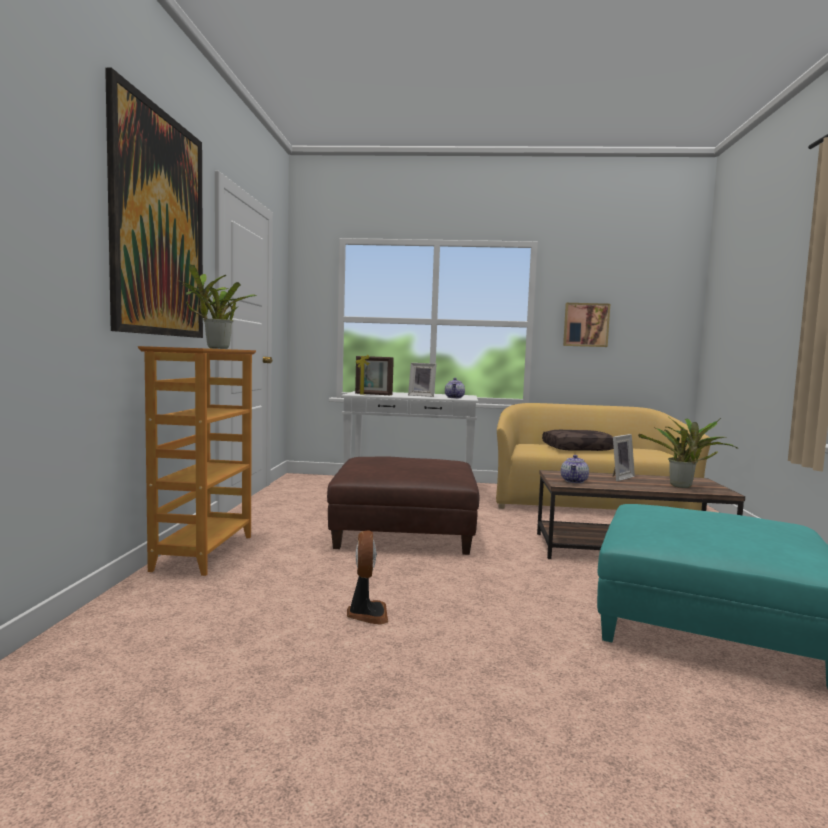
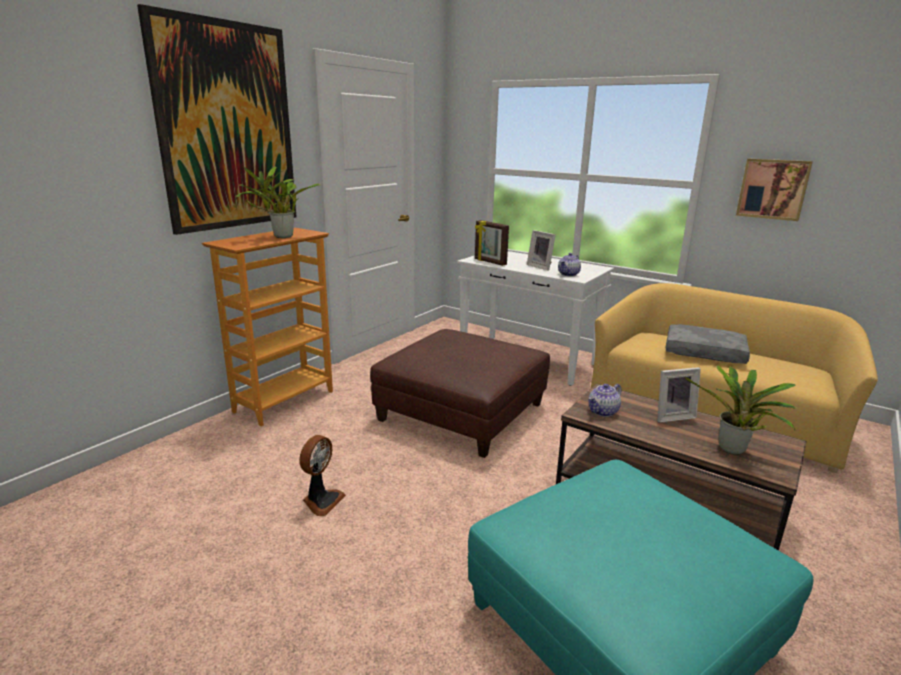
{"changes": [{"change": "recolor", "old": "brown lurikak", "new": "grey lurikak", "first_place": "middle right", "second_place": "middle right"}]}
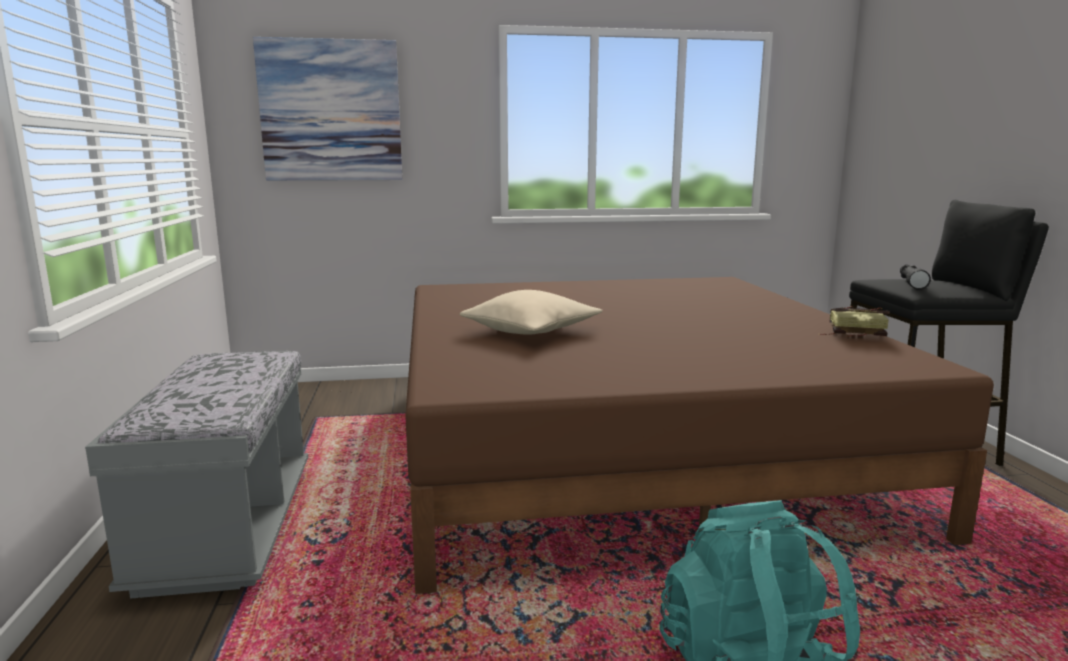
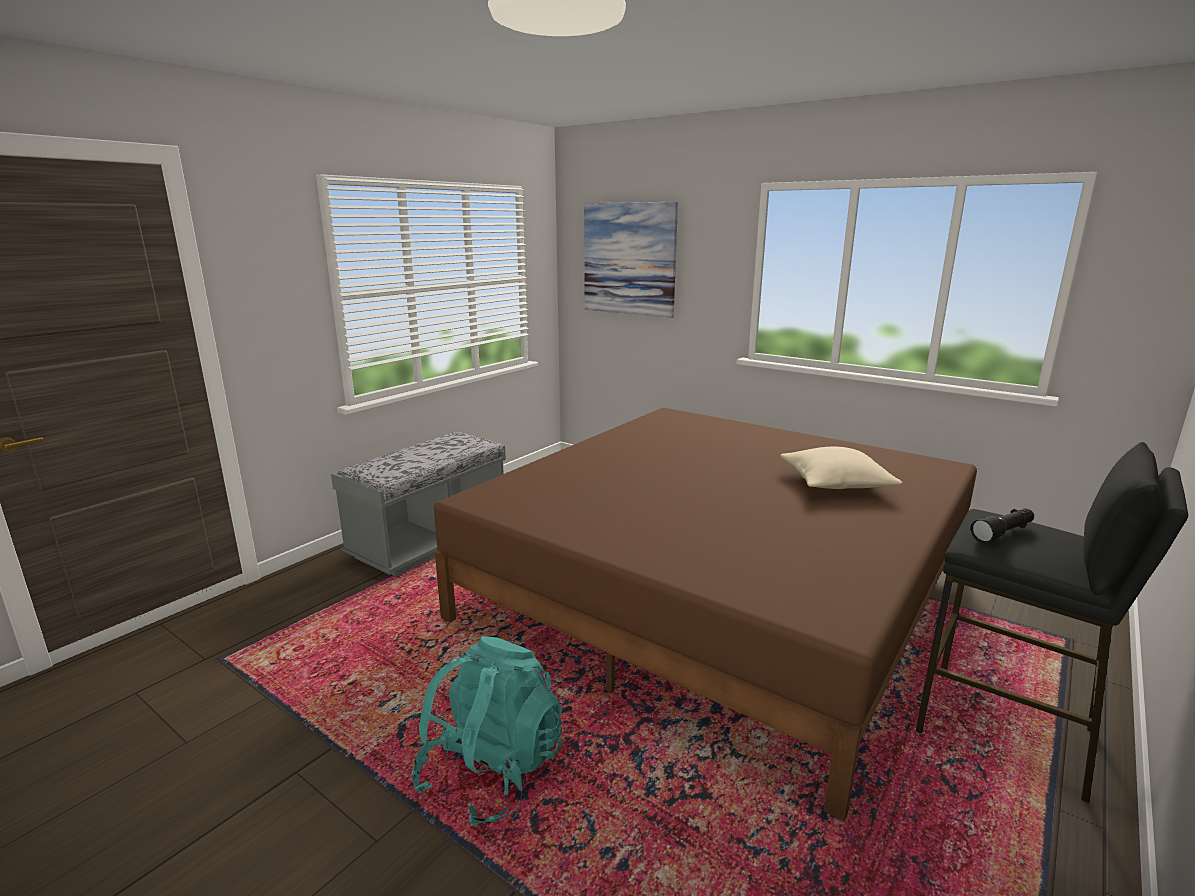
{"changes": [{"change": "move", "old": "beige lurikak", "first_place": "centre", "second_place": "middle right"}, {"change": "delete", "old": "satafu", "first_place": "middle right"}]}
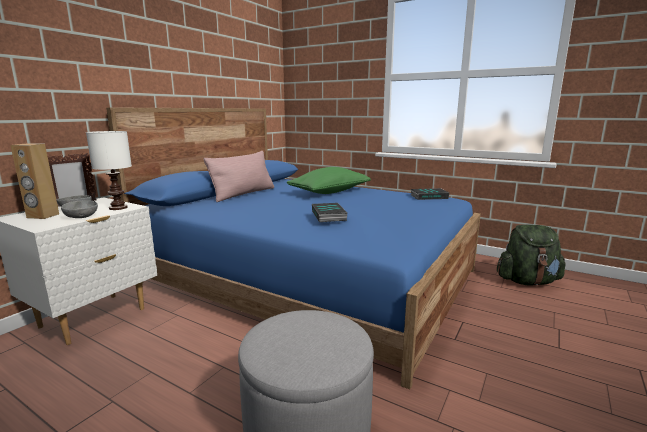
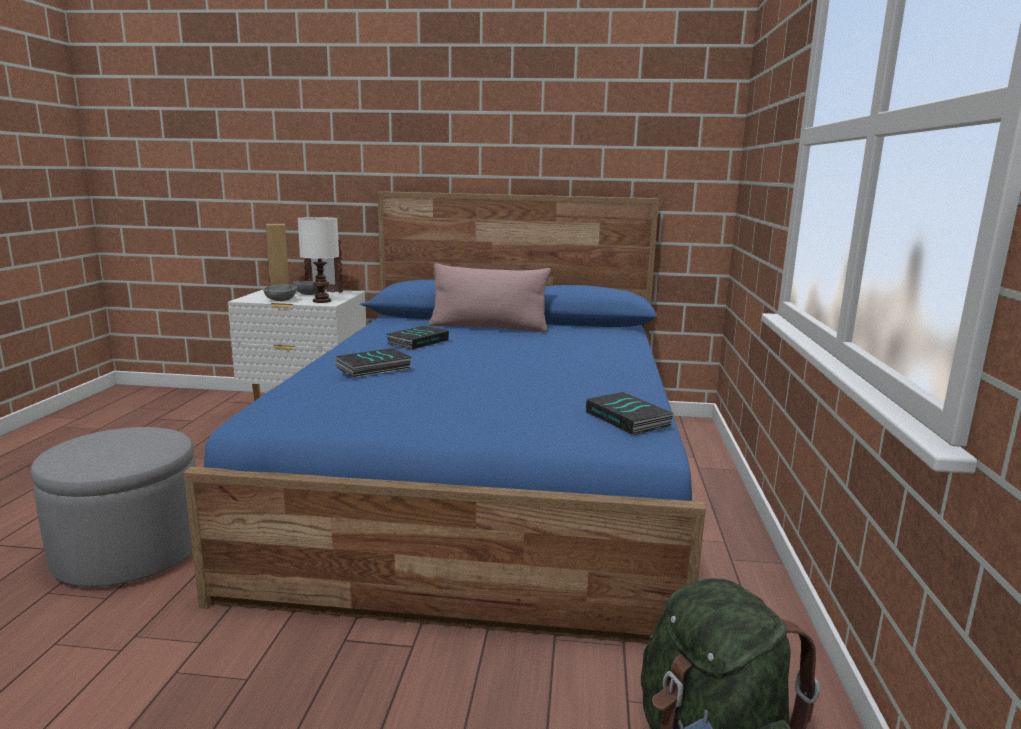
{"changes": [{"change": "delete", "old": "green lurikak", "first_place": "centre"}, {"change": "insert", "new": "satafu (2nd from left)", "second_place": "centre"}]}
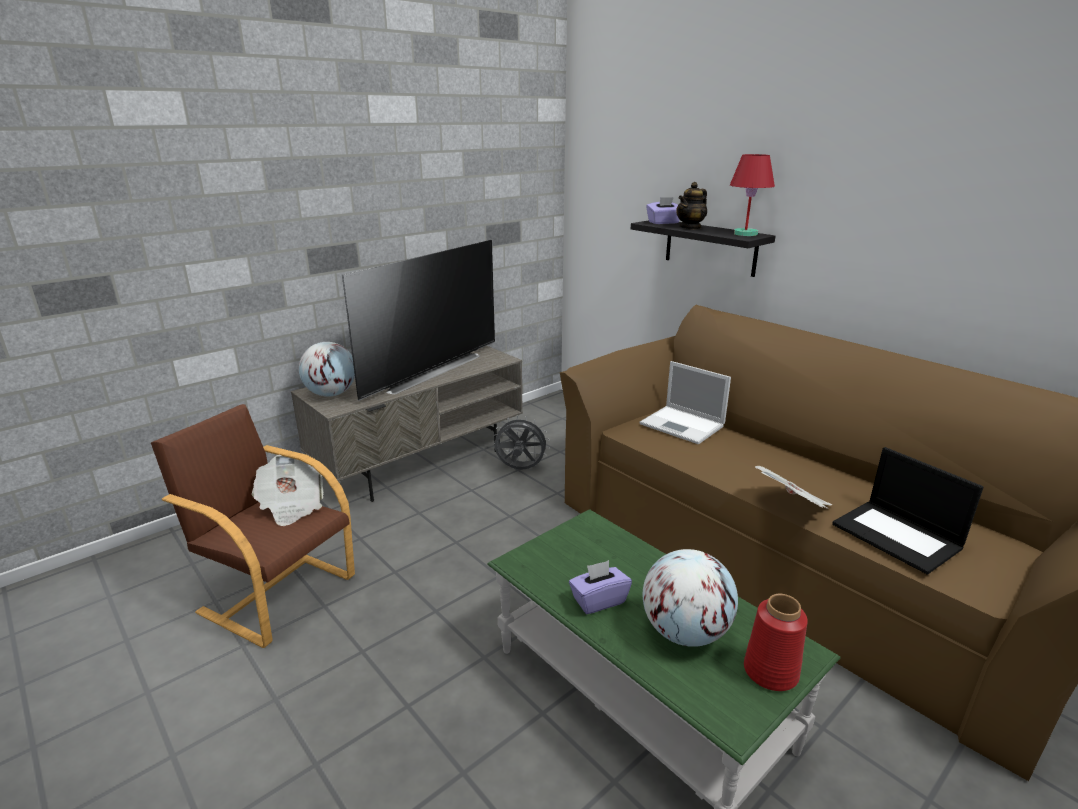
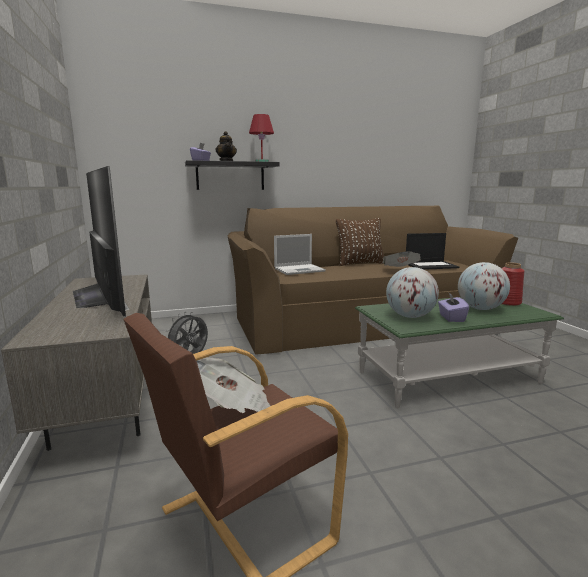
{"changes": [{"change": "move", "old": "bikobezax (1st from left)", "first_place": "middle left", "second_place": "middle right"}, {"change": "insert", "new": "brown lurikak", "second_place": "centre"}]}
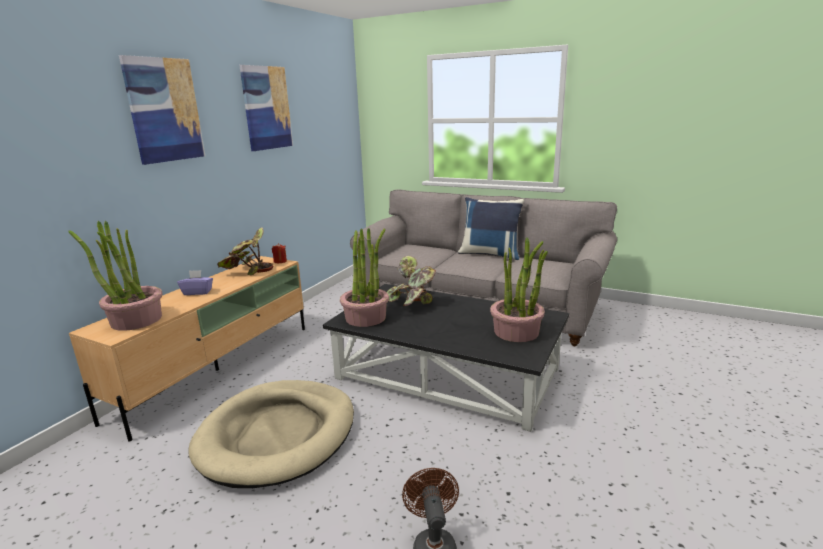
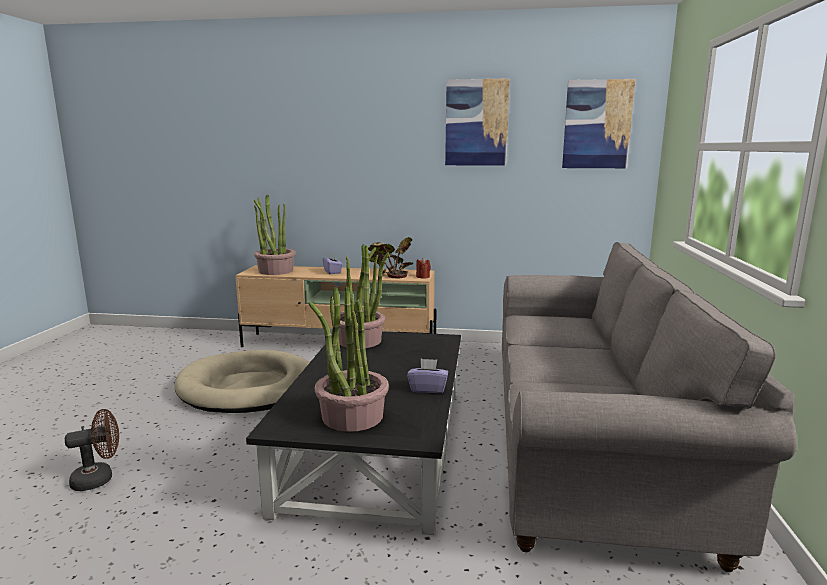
{"changes": [{"change": "move", "old": "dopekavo (1st from left in the first image)", "new": "dopekavo (2nd from left)", "first_place": "top left", "second_place": "top right"}, {"change": "delete", "old": "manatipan (4th from left)", "first_place": "centre"}, {"change": "delete", "old": "blue lurikak", "first_place": "centre"}, {"change": "insert", "new": "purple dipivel (2nd from left)", "second_place": "centre"}]}
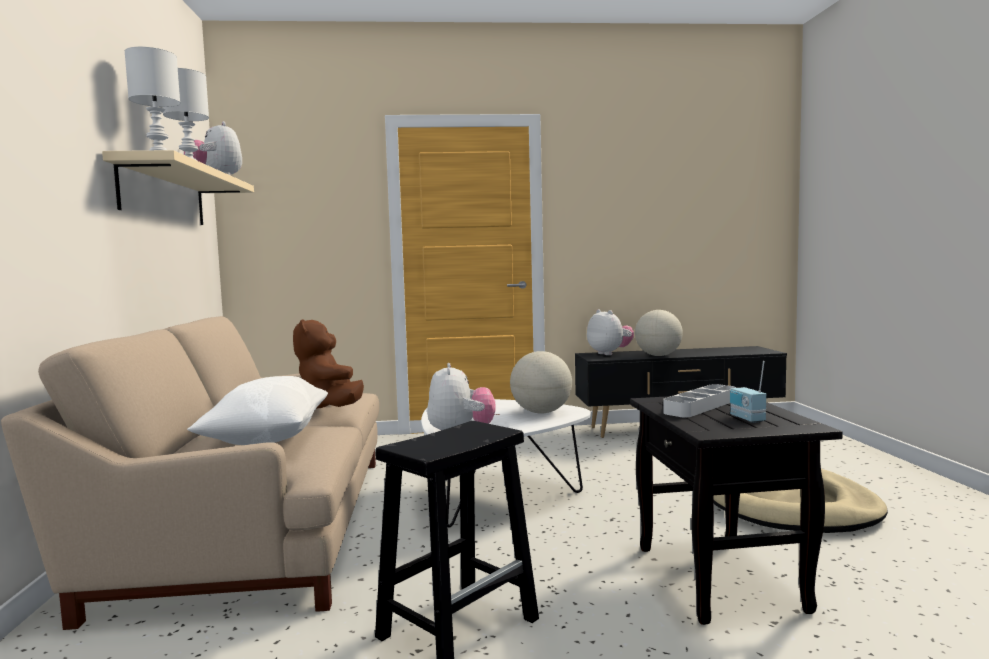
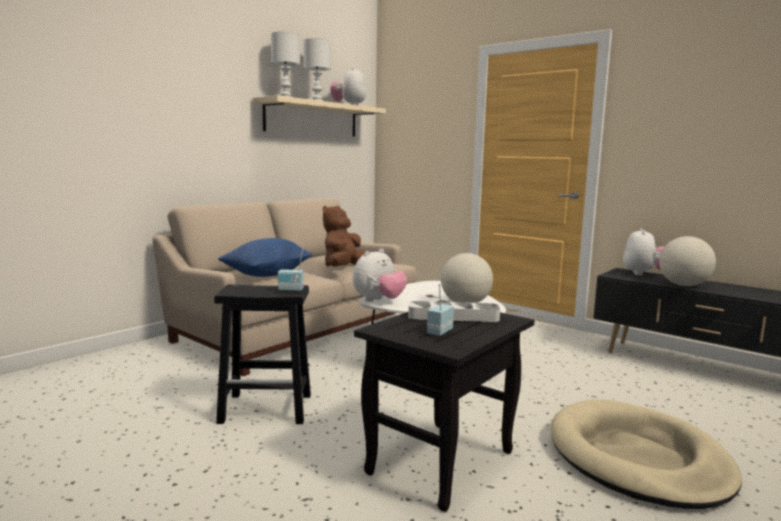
{"changes": [{"change": "recolor", "old": "white lurikak", "new": "blue lurikak", "first_place": "middle left", "second_place": "centre"}, {"change": "insert", "new": "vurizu (1st from left)", "second_place": "centre"}]}
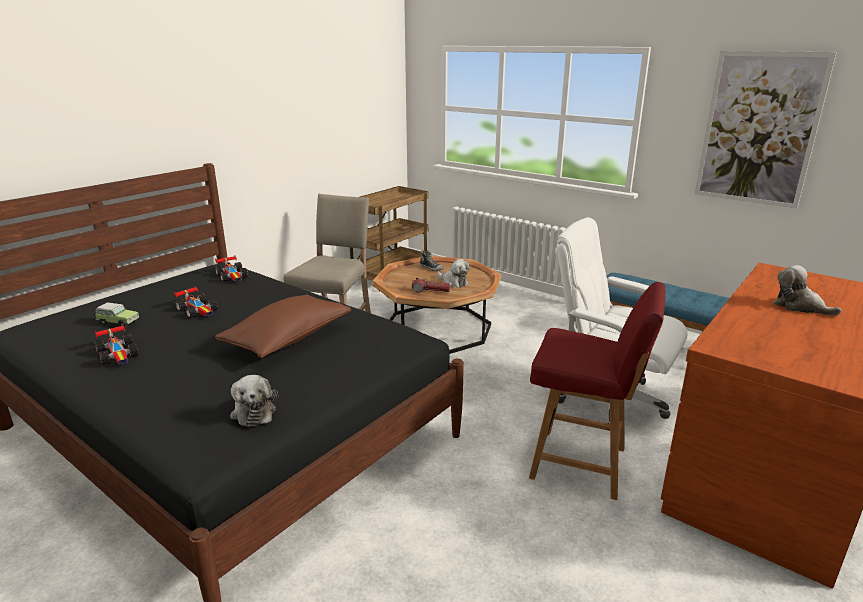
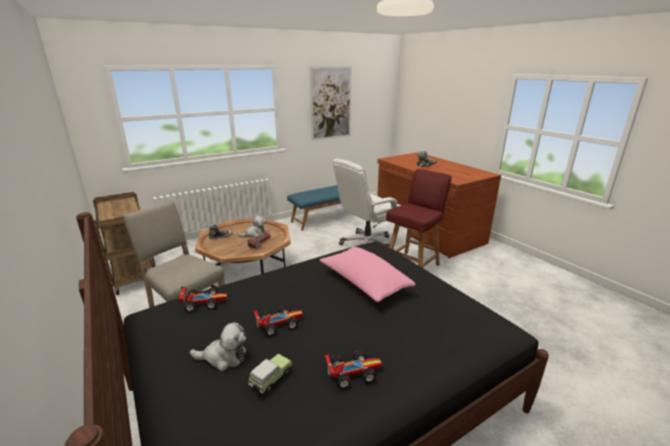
{"changes": [{"change": "recolor", "old": "brown lurikak", "new": "pink lurikak", "first_place": "middle left", "second_place": "centre"}, {"change": "move", "old": "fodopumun (1st from left)", "first_place": "middle left", "second_place": "bottom left"}]}
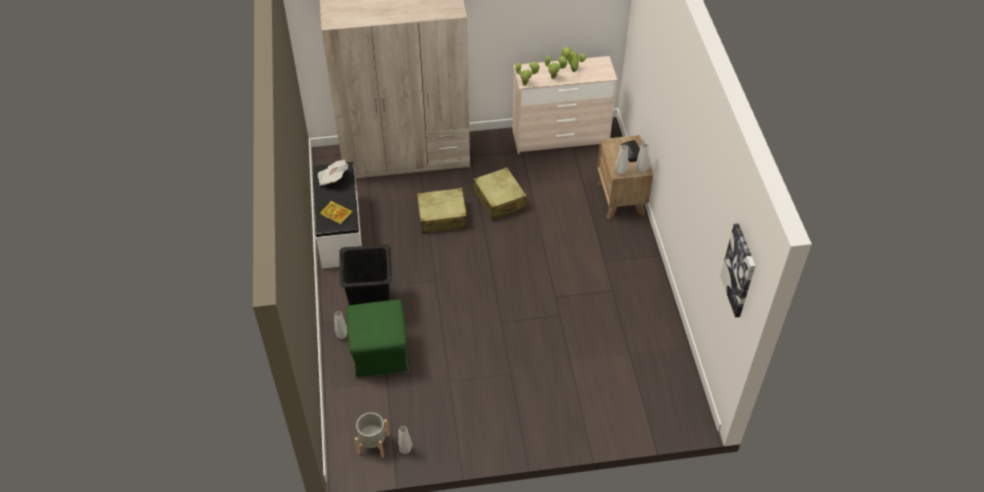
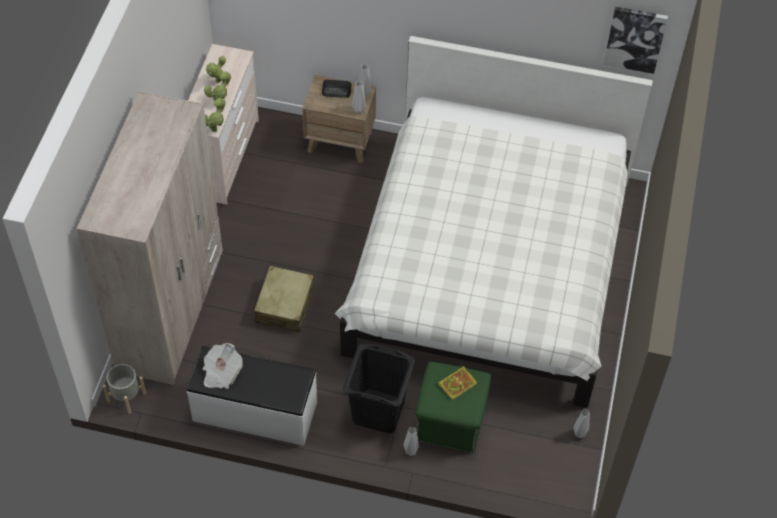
{"changes": [{"change": "move", "old": "satafu", "first_place": "centre", "second_place": "bottom centre"}, {"change": "move", "old": "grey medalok", "first_place": "bottom centre", "second_place": "bottom left"}, {"change": "delete", "old": "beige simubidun (2nd from left)", "first_place": "centre"}, {"change": "insert", "new": "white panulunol", "second_place": "centre"}]}
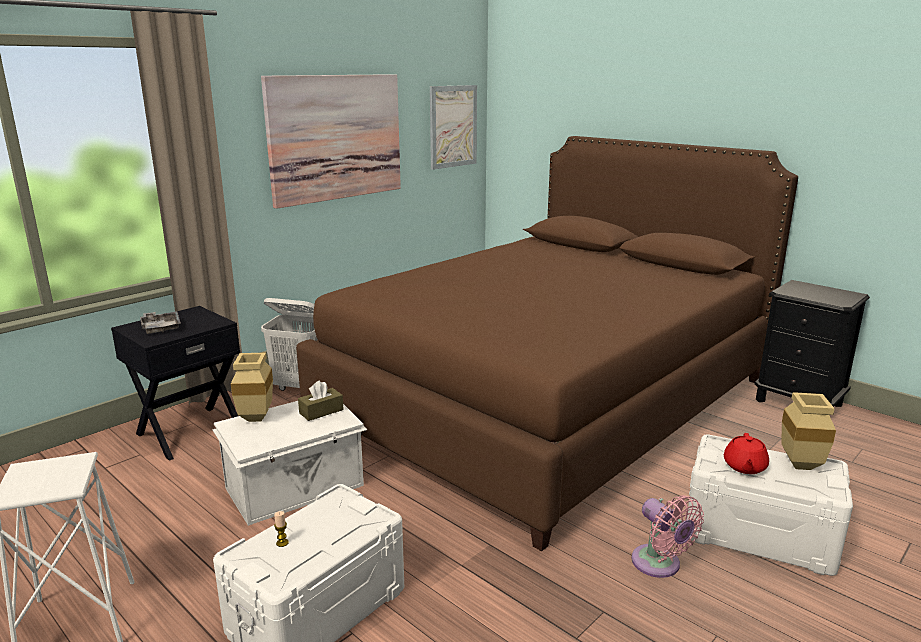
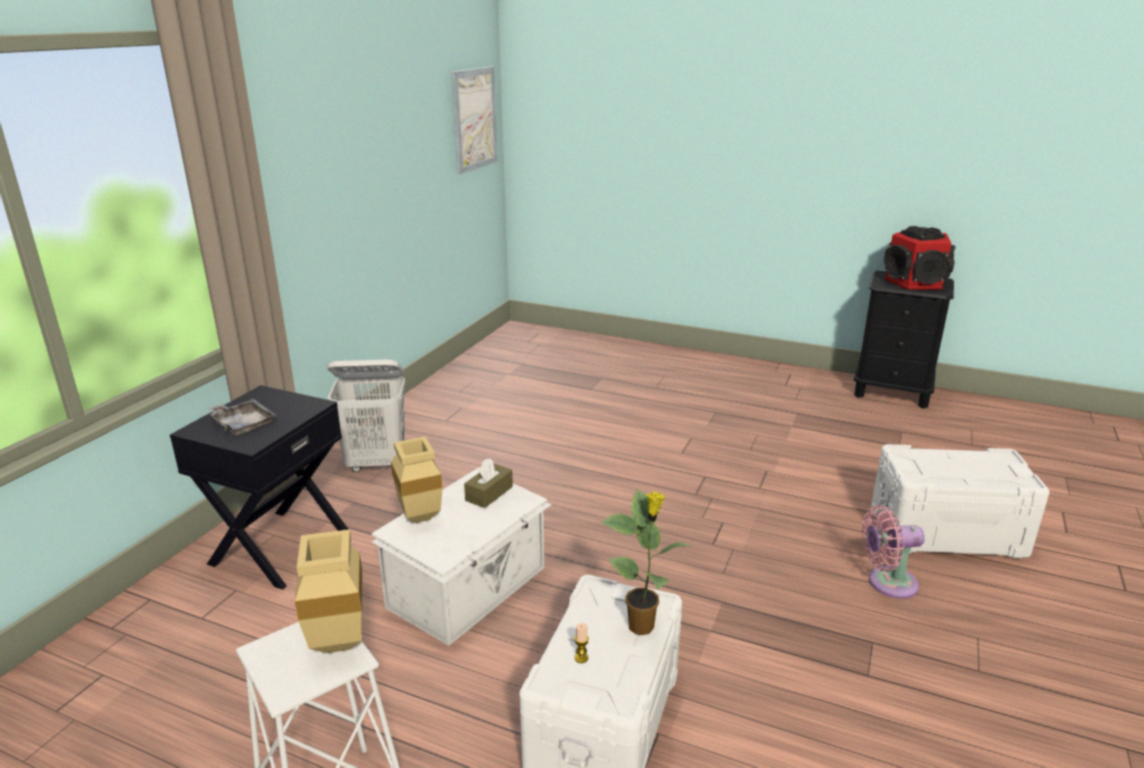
{"changes": [{"change": "delete", "old": "dopekavo (1st from left)", "first_place": "top centre"}, {"change": "delete", "old": "brown panulunol", "first_place": "centre"}, {"change": "rotate", "old": "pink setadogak", "first_place": "bottom right", "second_place": "bottom right", "degrees": 135}, {"change": "delete", "old": "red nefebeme", "first_place": "bottom right"}, {"change": "move", "old": "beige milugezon (2nd from left in the first image)", "new": "beige milugezon (1st from left)", "first_place": "bottom right", "second_place": "bottom left"}, {"change": "insert", "new": "manatipan", "second_place": "bottom centre"}, {"change": "insert", "new": "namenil", "second_place": "middle right"}]}
